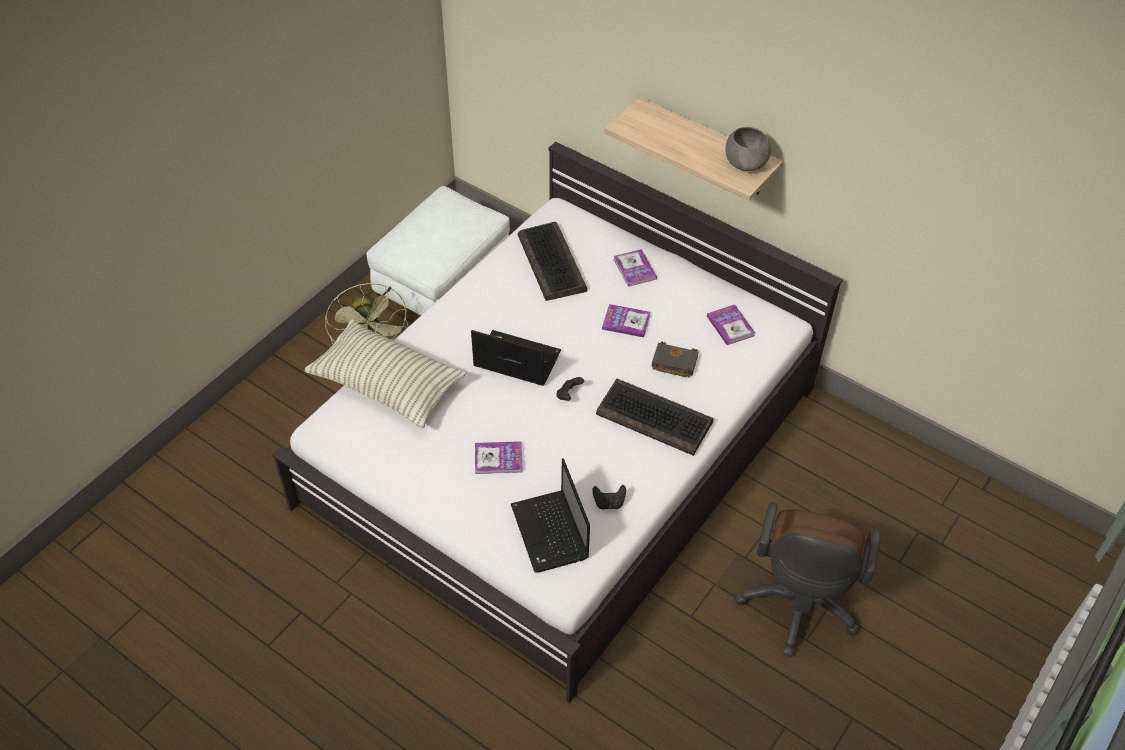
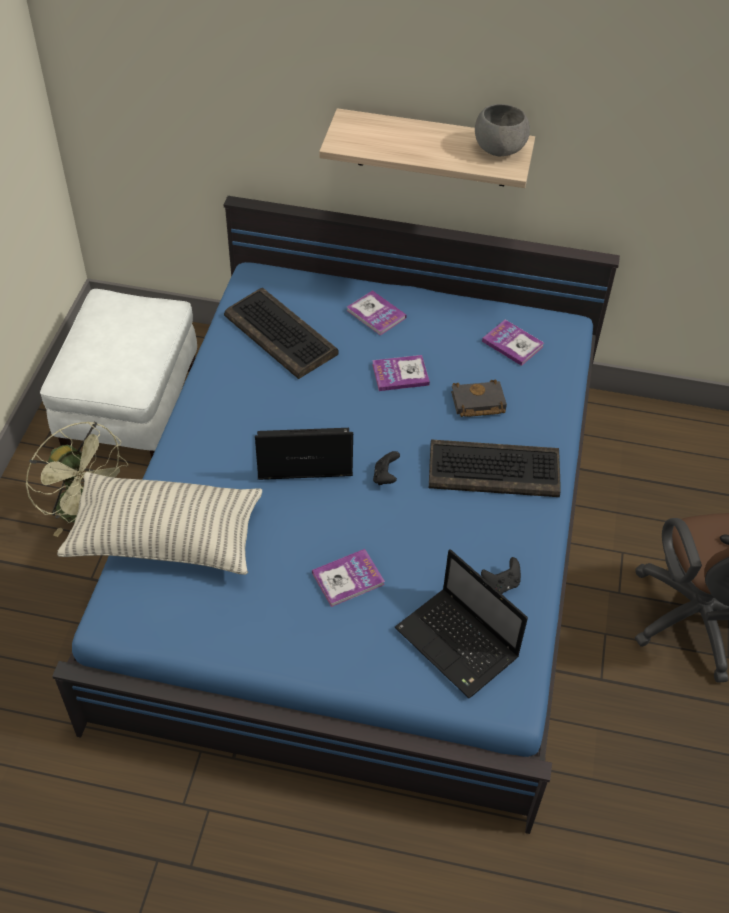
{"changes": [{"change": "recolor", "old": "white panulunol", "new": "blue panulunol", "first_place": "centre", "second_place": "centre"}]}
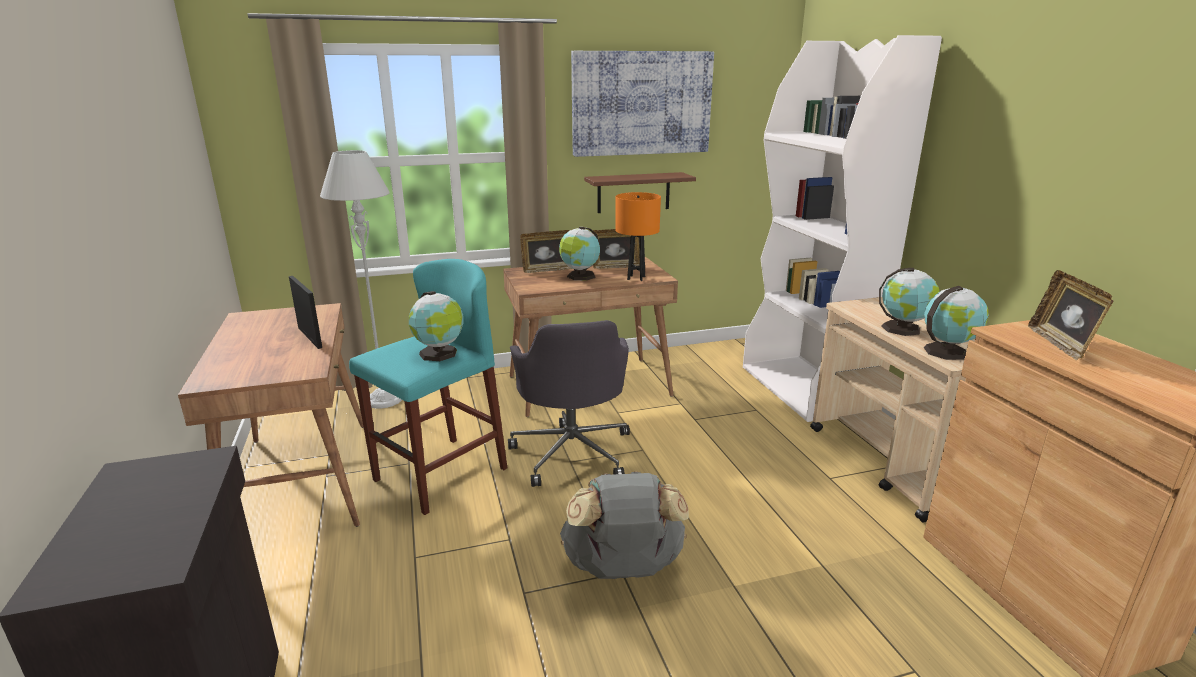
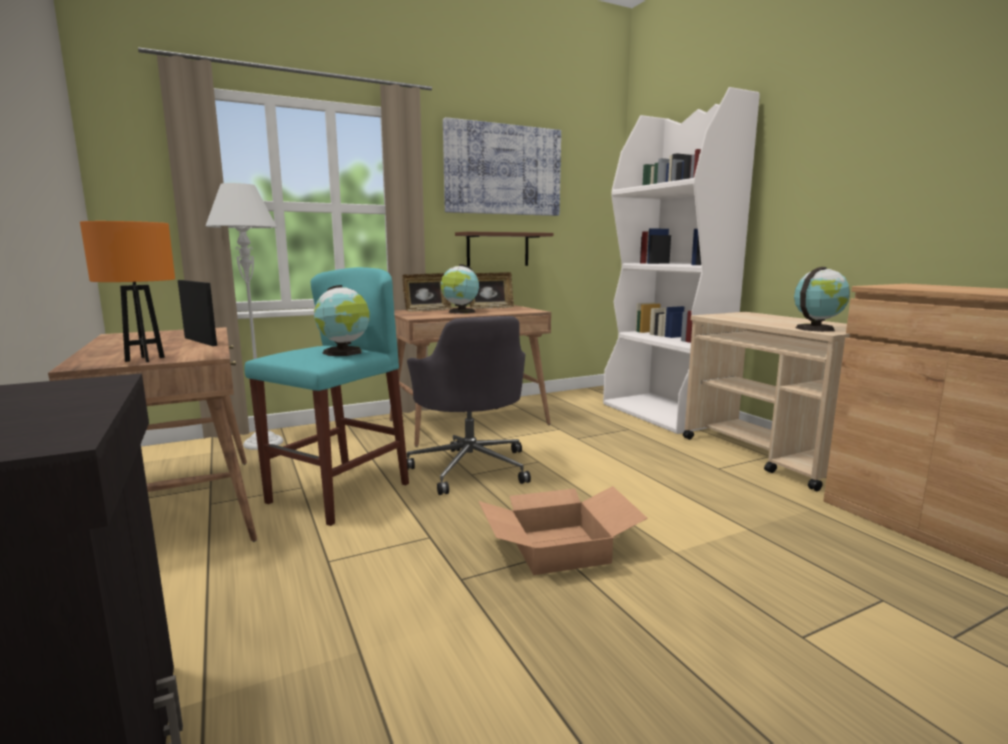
{"changes": [{"change": "replace", "old": "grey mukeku", "new": "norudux", "first_place": "bottom centre", "second_place": "bottom centre"}, {"change": "move", "old": "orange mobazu", "first_place": "centre", "second_place": "middle left"}, {"change": "delete", "old": "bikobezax (3rd from left)", "first_place": "middle right"}, {"change": "delete", "old": "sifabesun (4th from left)", "first_place": "middle right"}]}
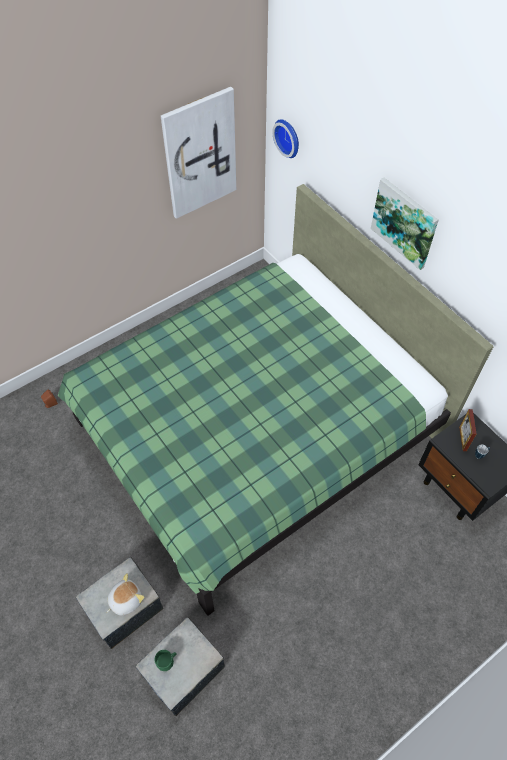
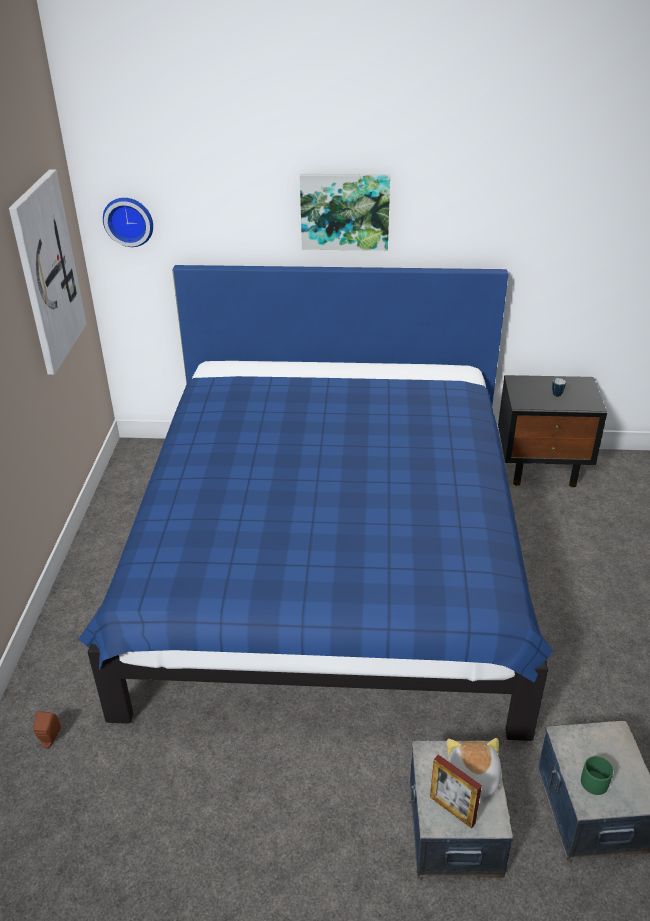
{"changes": [{"change": "recolor", "old": "green panulunol", "new": "blue panulunol", "first_place": "centre", "second_place": "centre"}, {"change": "move", "old": "sifabesun", "first_place": "middle right", "second_place": "bottom right"}]}
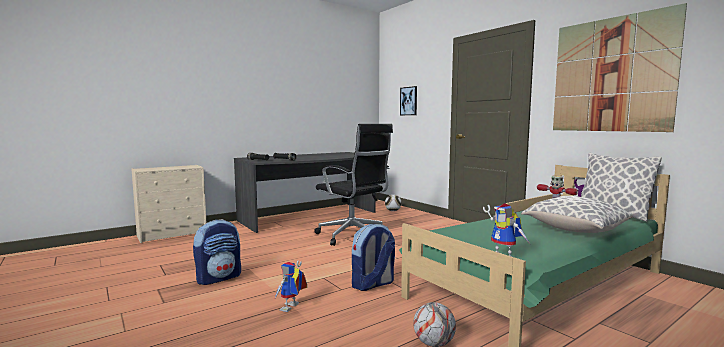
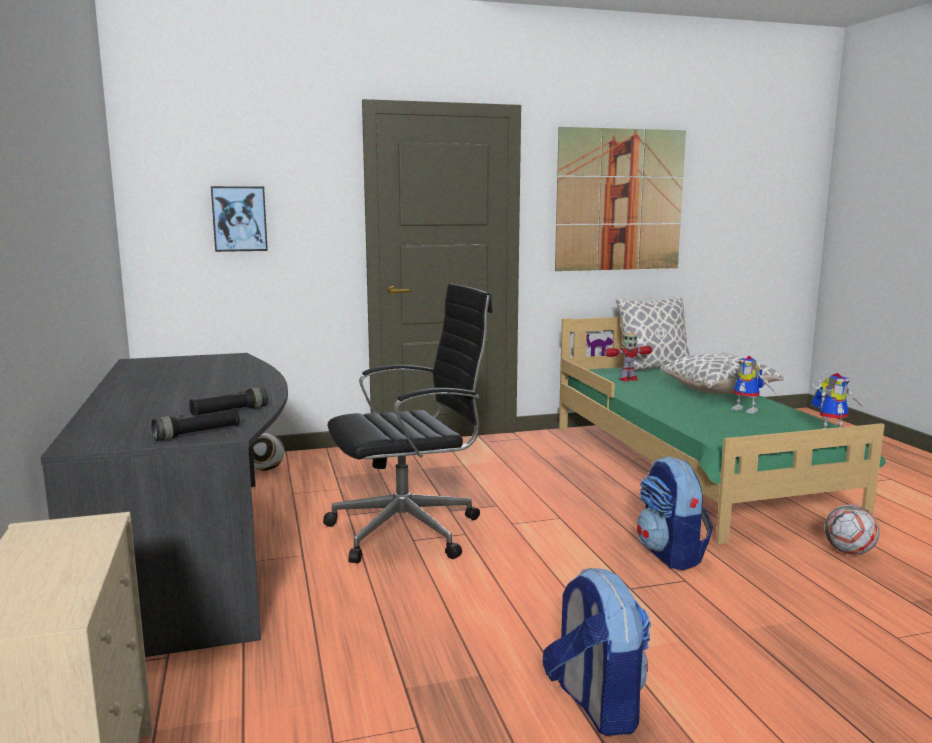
{"changes": [{"change": "move", "old": "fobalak (1st from left in the first image)", "new": "fobalak (2nd from left)", "first_place": "bottom centre", "second_place": "middle right"}]}
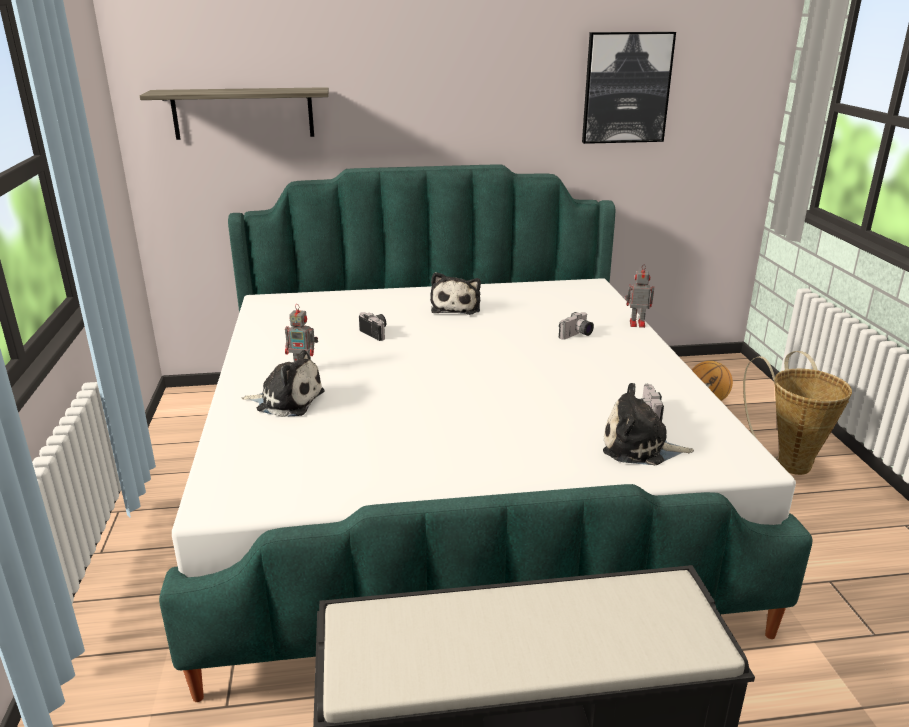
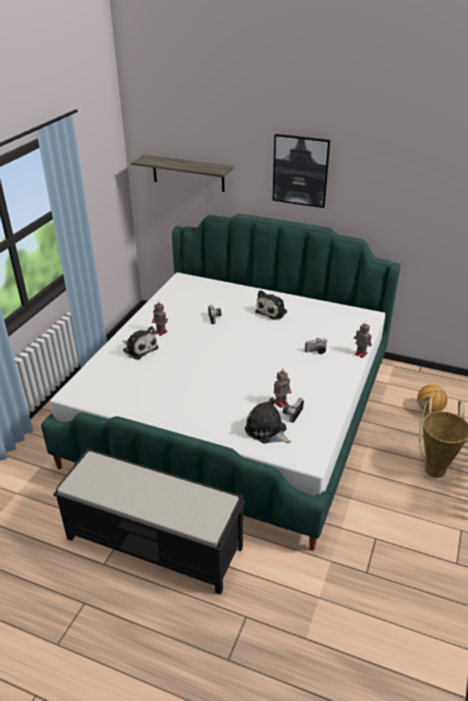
{"changes": [{"change": "move", "old": "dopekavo", "first_place": "top right", "second_place": "top centre"}, {"change": "insert", "new": "fobalak (2nd from left)", "second_place": "centre"}]}
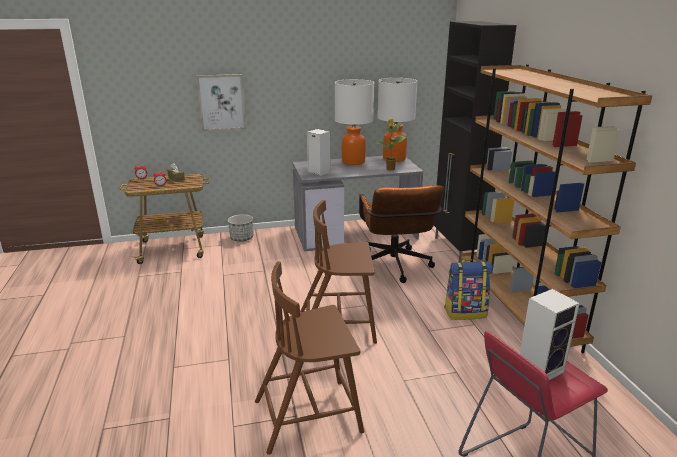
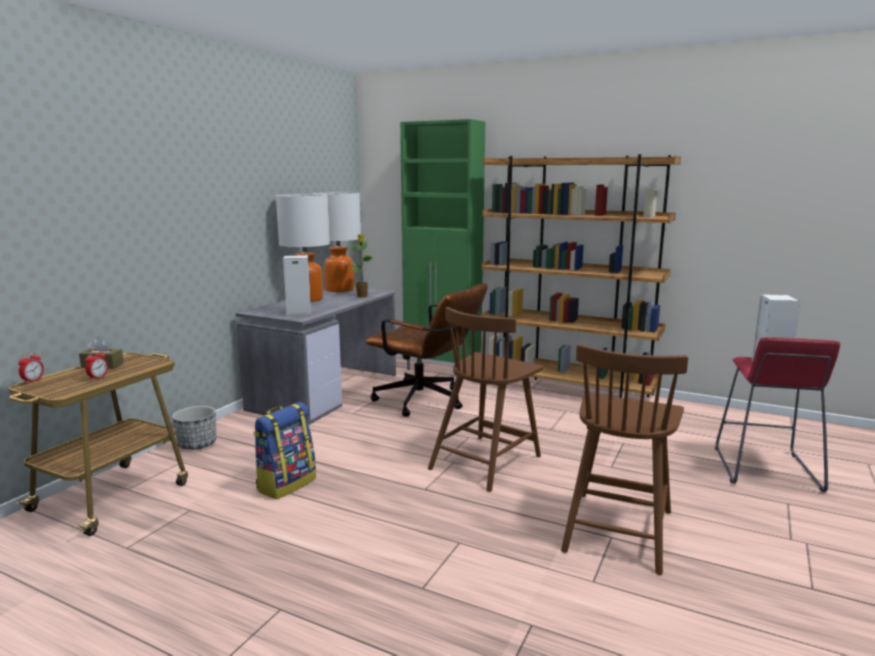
{"changes": [{"change": "delete", "old": "dopekavo", "first_place": "top left"}, {"change": "recolor", "old": "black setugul", "new": "green setugul", "first_place": "top right", "second_place": "centre"}, {"change": "move", "old": "mukeku", "first_place": "middle right", "second_place": "bottom left"}]}
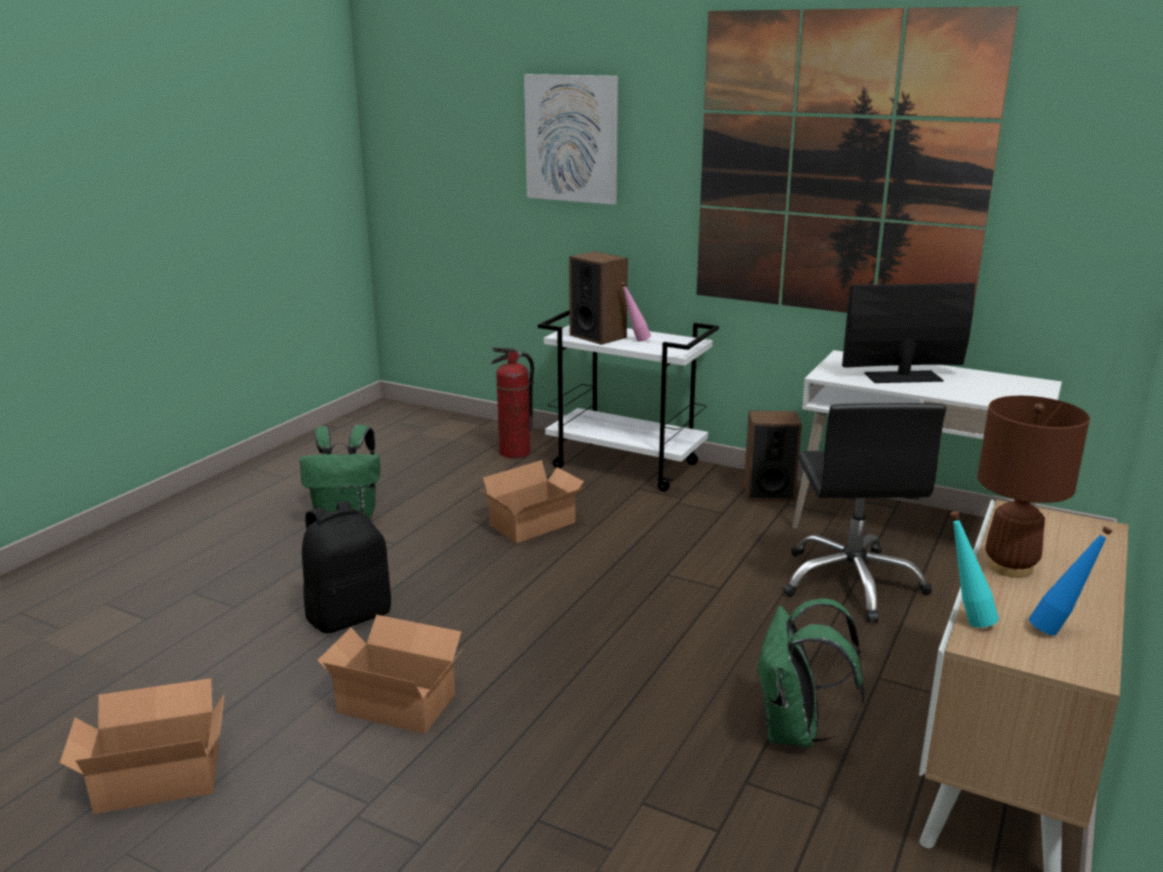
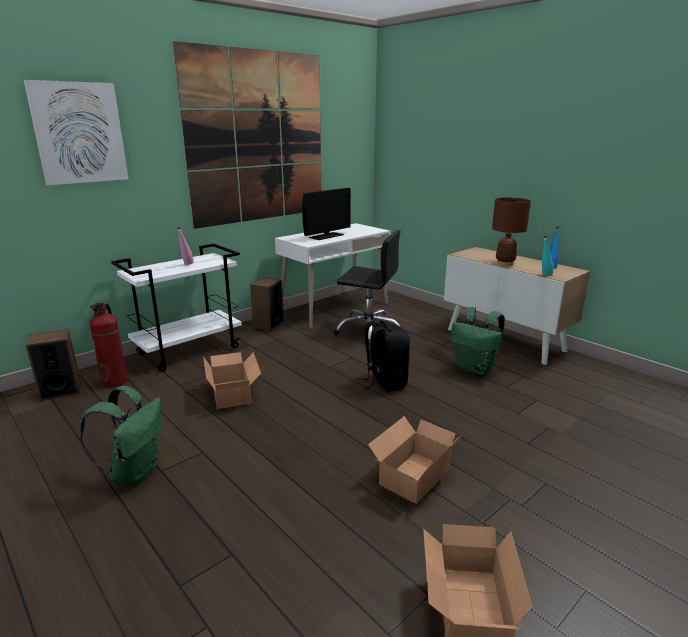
{"changes": [{"change": "move", "old": "black mukeku", "first_place": "middle left", "second_place": "centre"}, {"change": "move", "old": "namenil (1st from left)", "first_place": "centre", "second_place": "middle left"}, {"change": "rotate", "old": "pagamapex", "first_place": "middle right", "second_place": "centre", "degrees": -150}]}
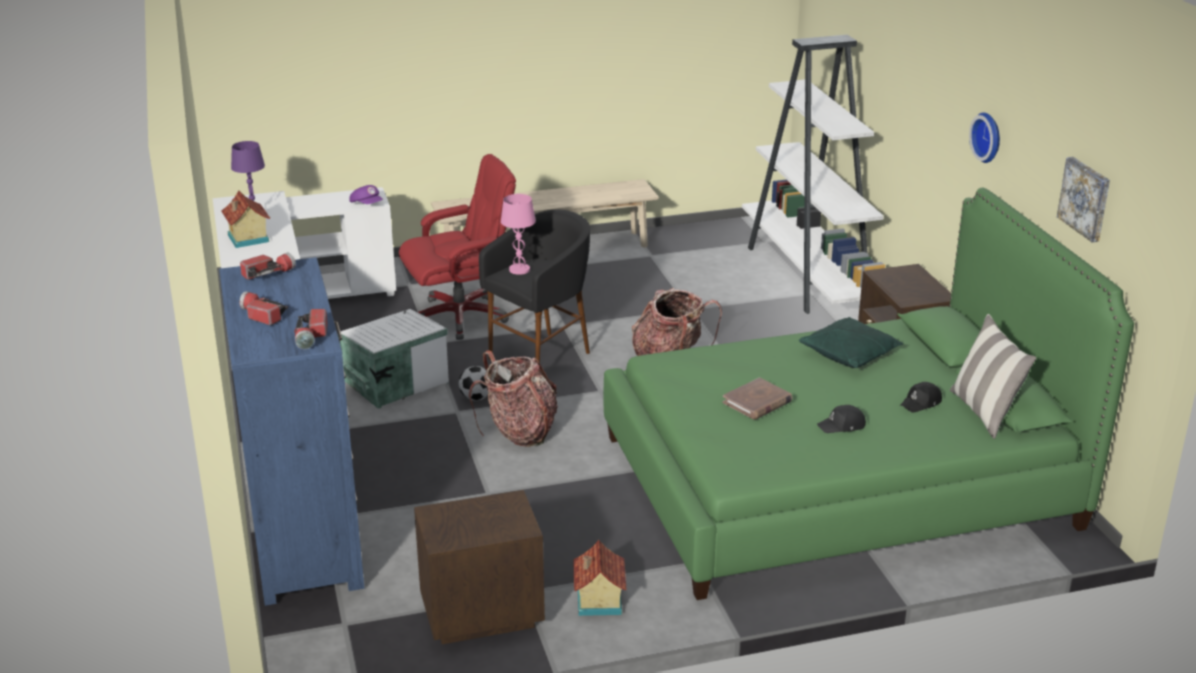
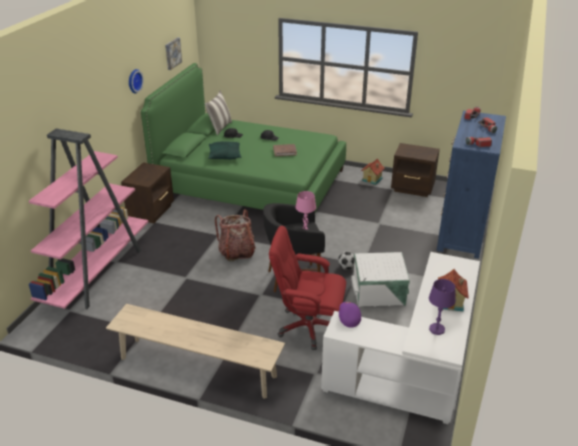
{"changes": [{"change": "delete", "old": "mukeku (1st from left)", "first_place": "centre"}, {"change": "recolor", "old": "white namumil", "new": "pink namumil", "first_place": "top right", "second_place": "middle left"}]}
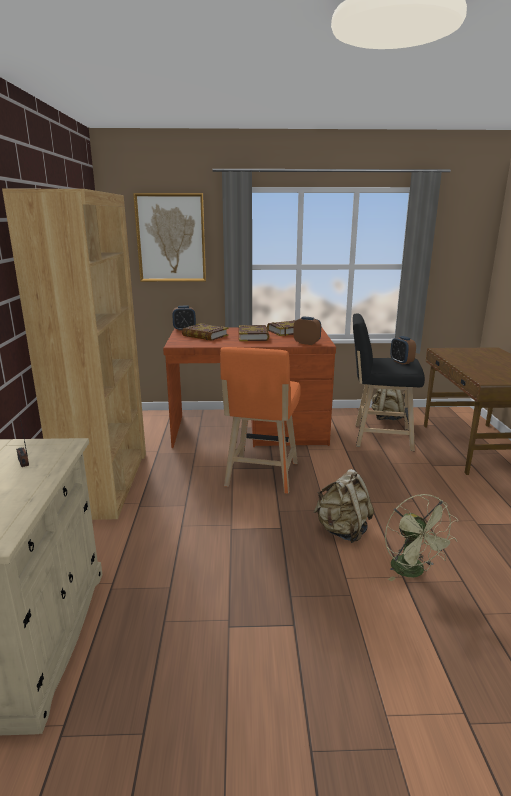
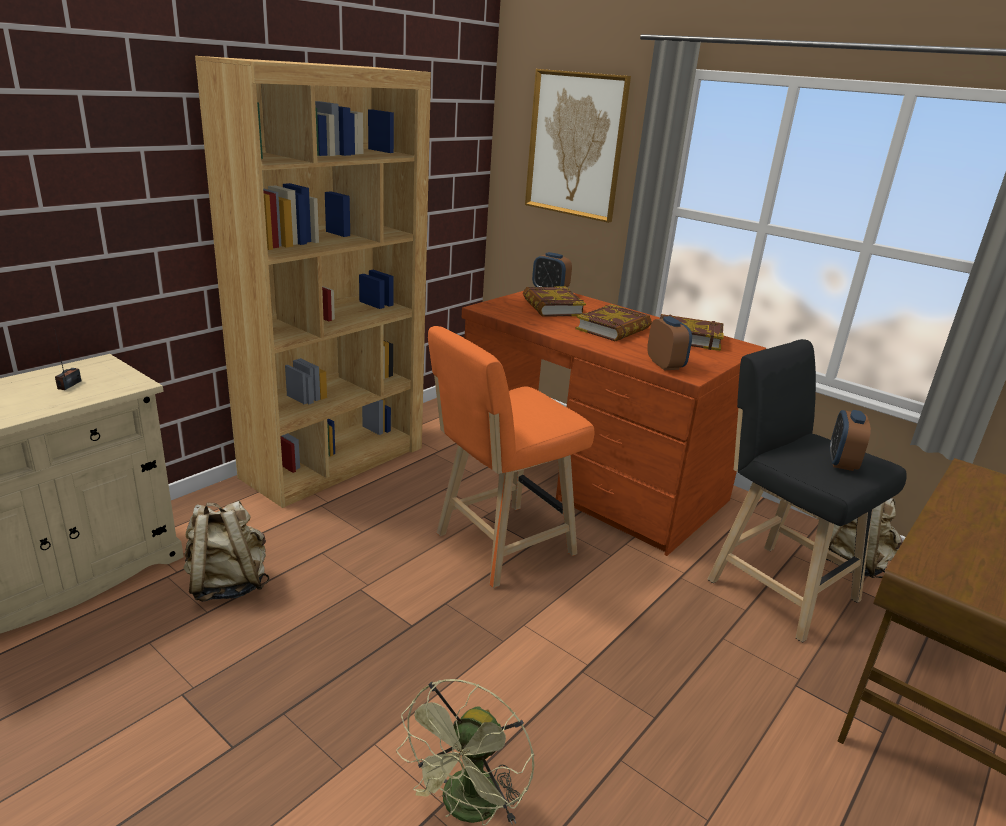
{"changes": [{"change": "move", "old": "beige mukeku (1st from left)", "first_place": "middle right", "second_place": "bottom left"}]}
